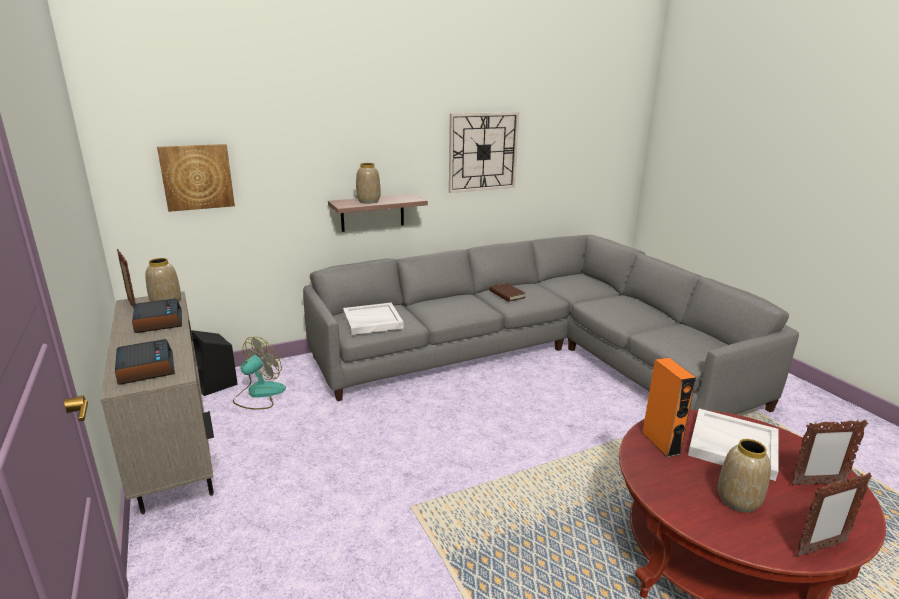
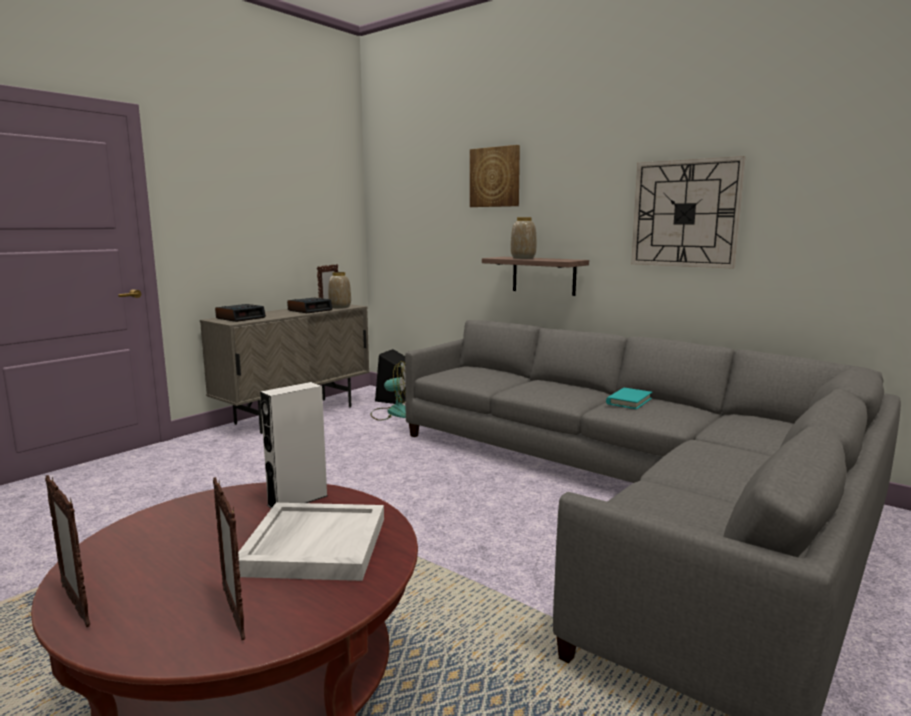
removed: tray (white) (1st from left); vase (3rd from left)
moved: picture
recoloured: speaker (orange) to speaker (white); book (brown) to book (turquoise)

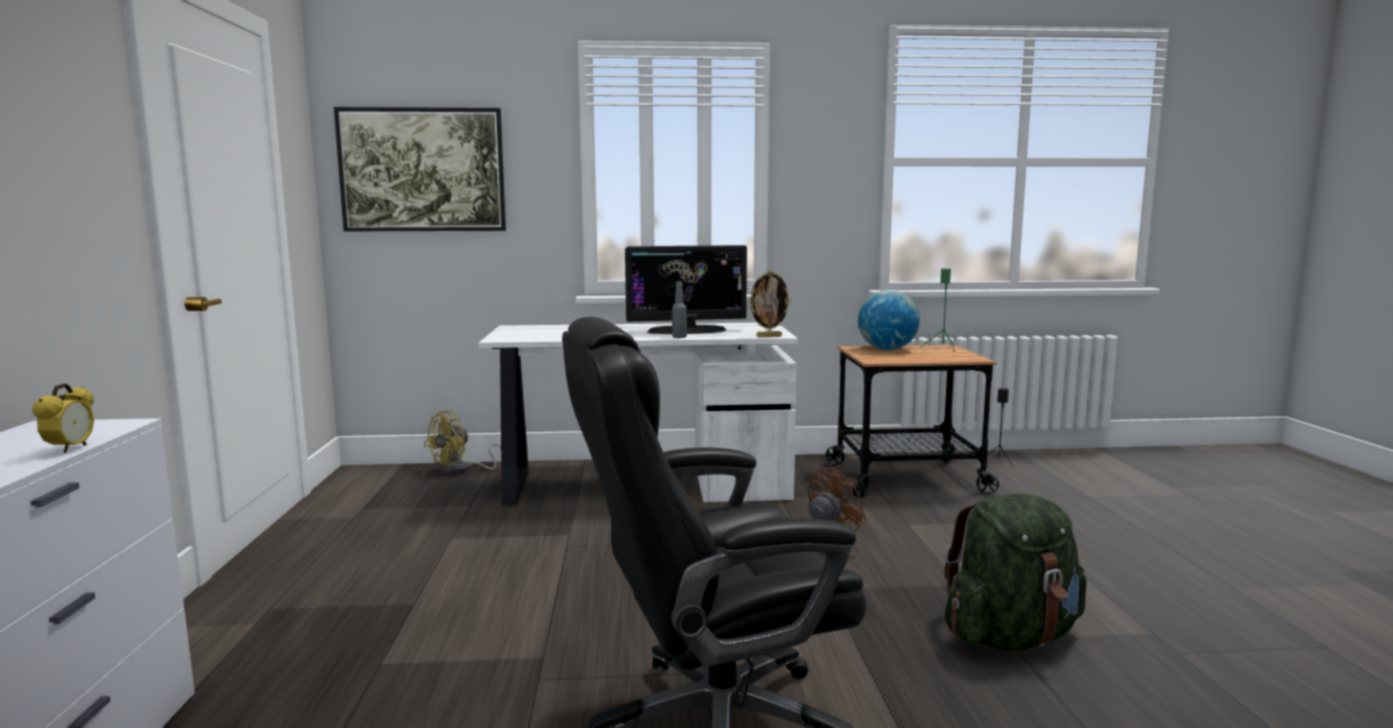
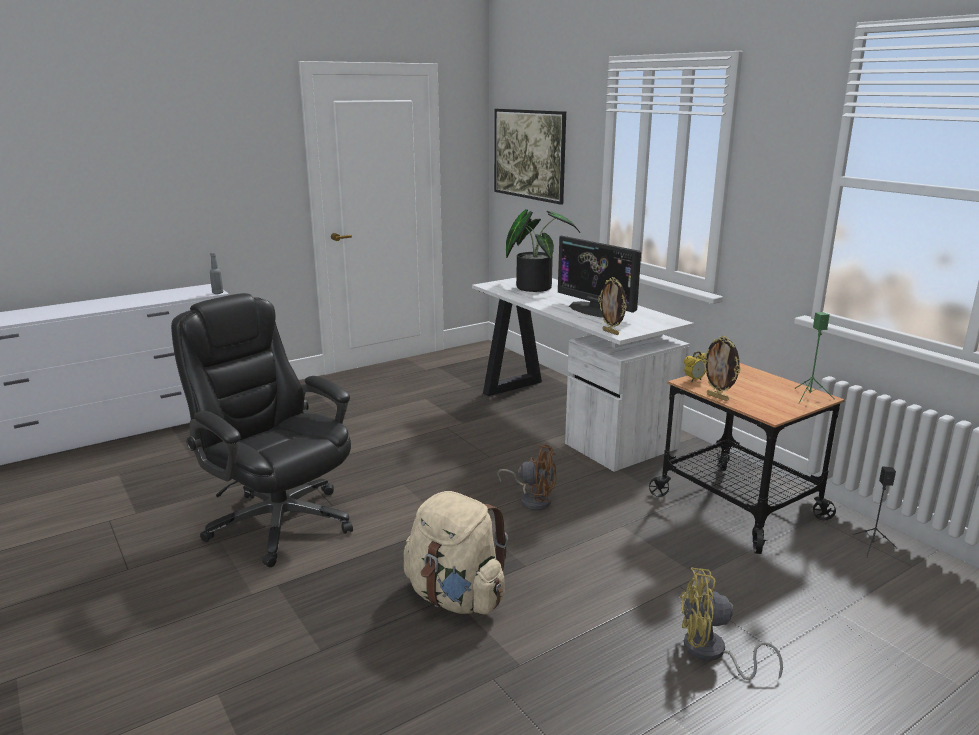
removed: globe
added: potted plant; picture frame (2nd from left)
moved: bottle (grey); fan (yellow); alarm clock
recoloured: backpack (green) to backpack (beige)

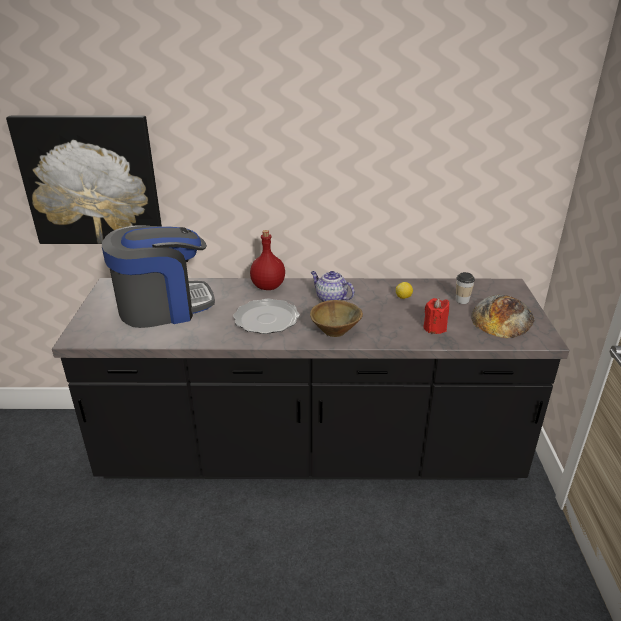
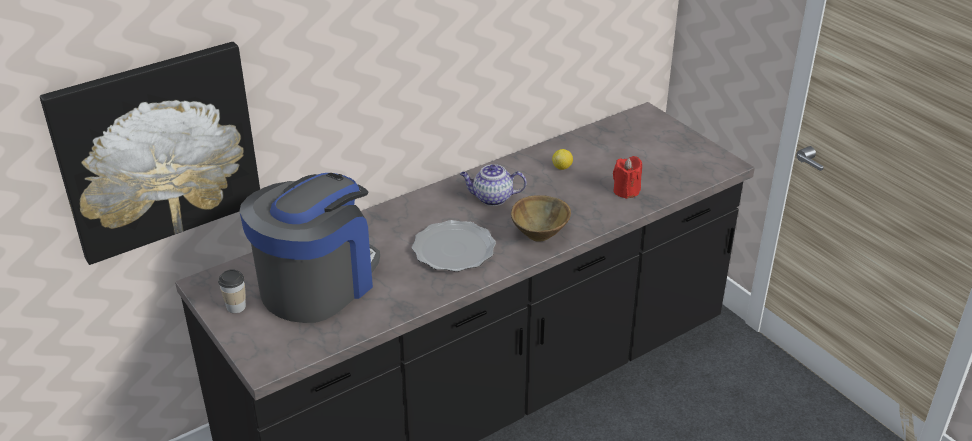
removed: bottle (red); bread
moved: cup

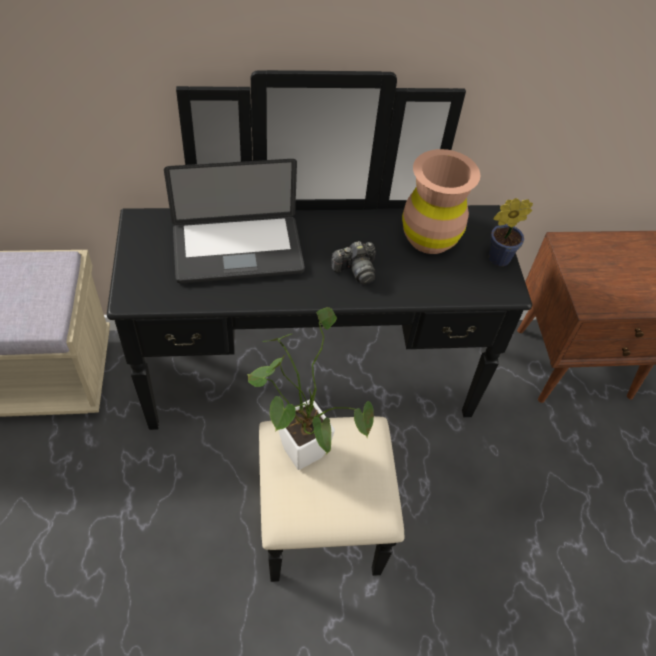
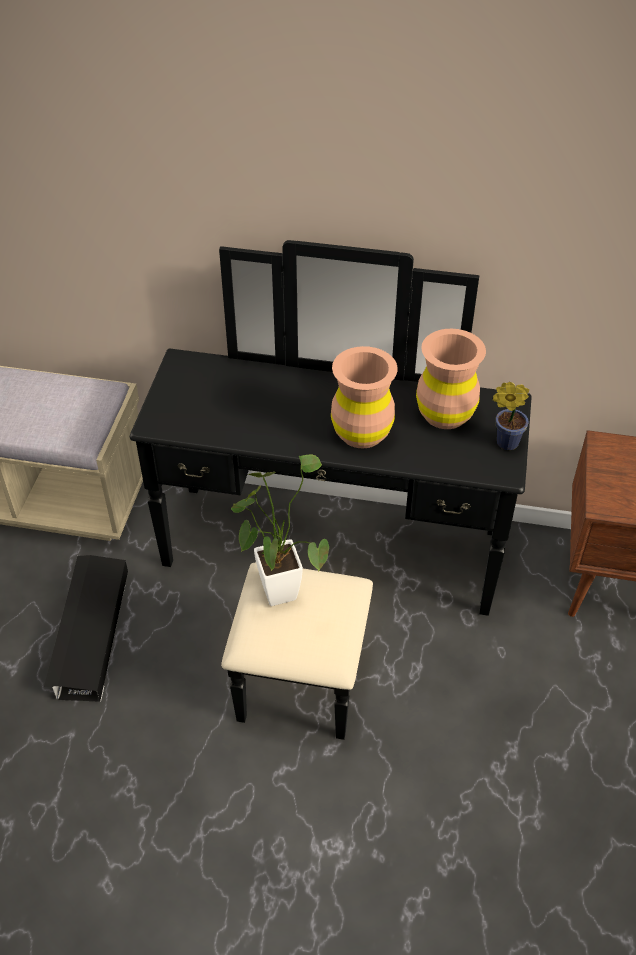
removed: laptop
added: storage box (black)
replaced: photo camera to vase (brown) (1st from left)

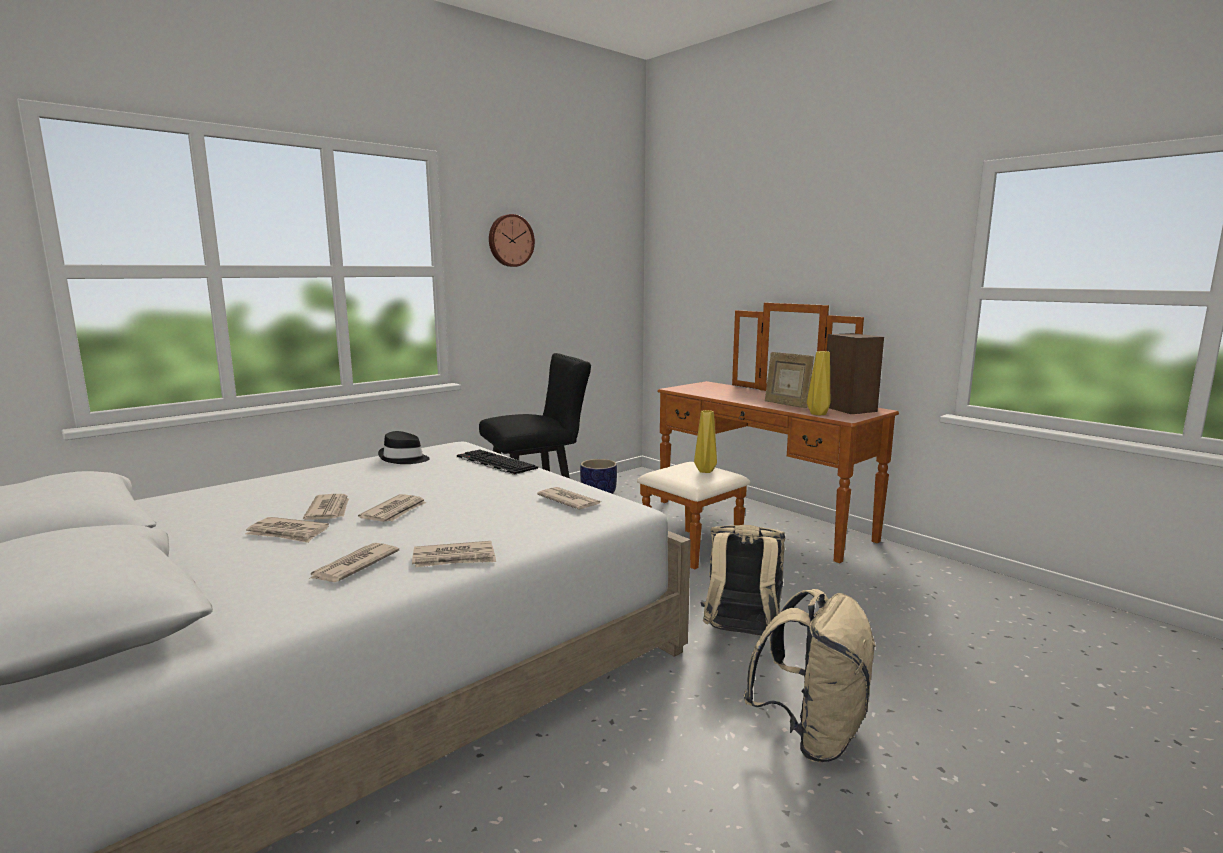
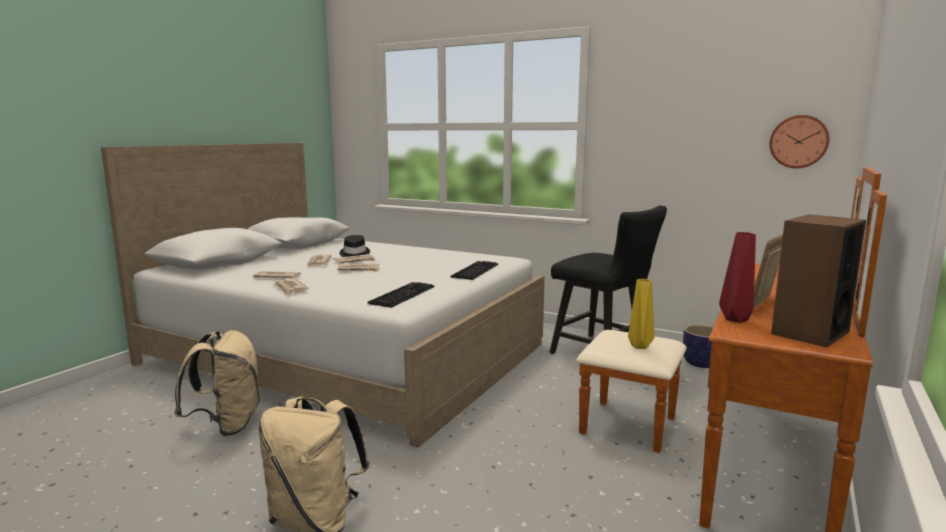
moved: backpack (beige) (1st from left); hat (black); wall clock
replaced: newspaper (6th from left) to keyboard (1st from left)
recoloured: vase (yellow) (2nd from left) to vase (red)

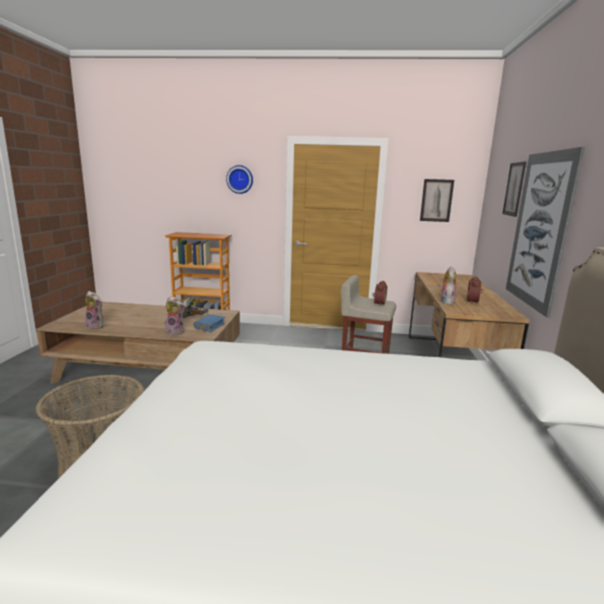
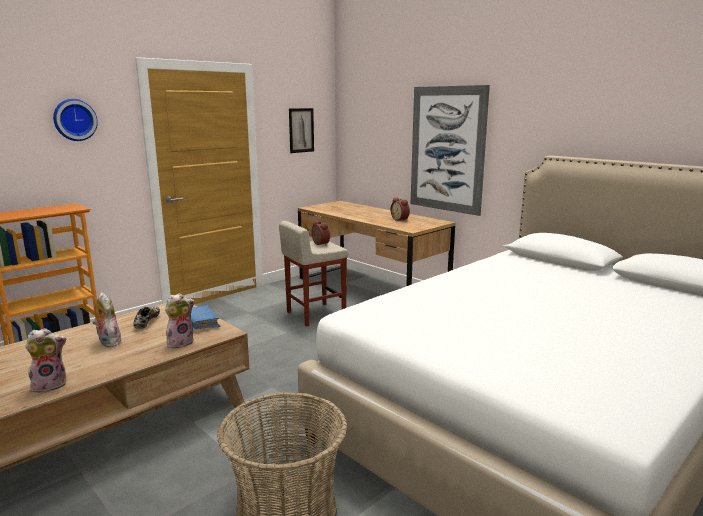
removed: picture (2nd from left)
moved: plush toy (3rd from left in the first image) to plush toy (2nd from left)

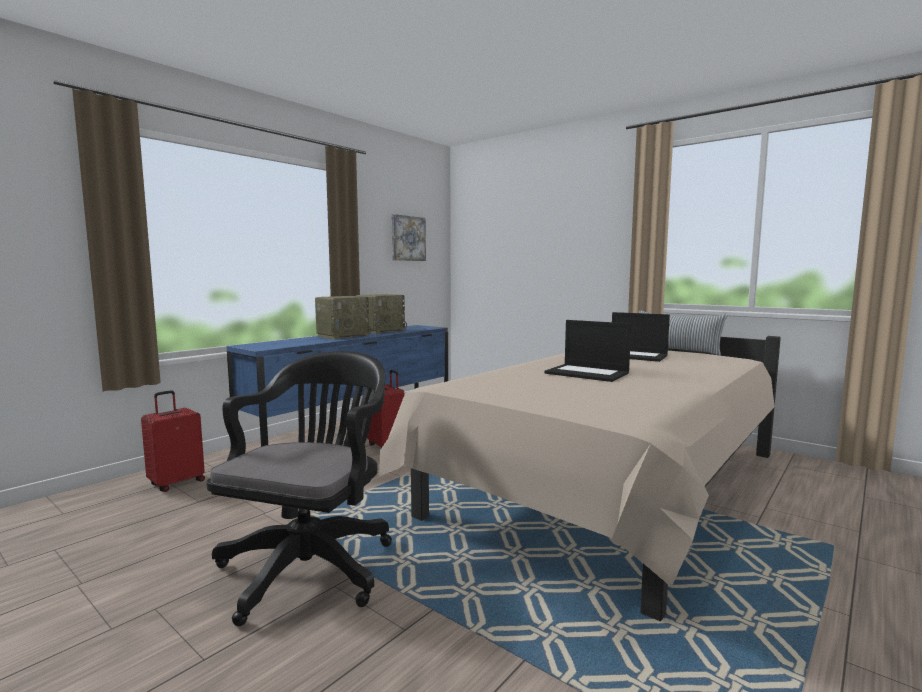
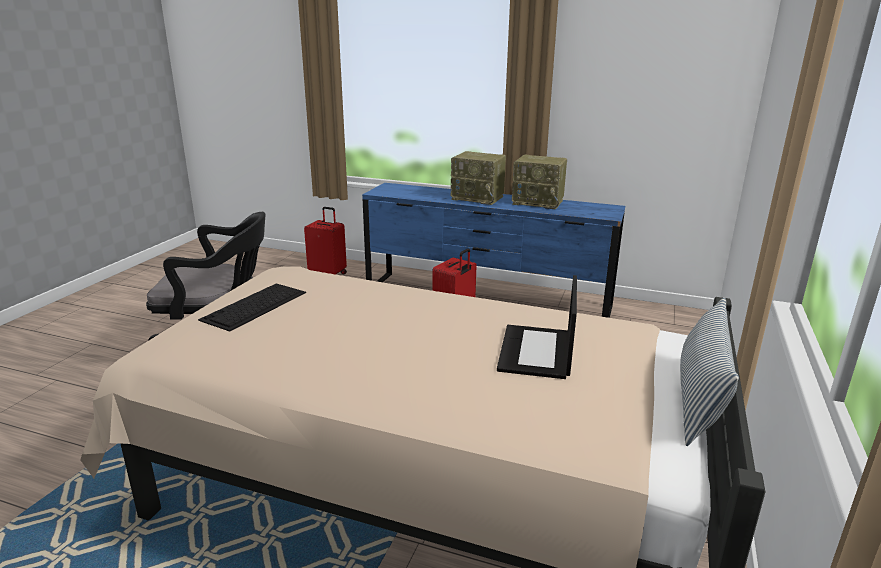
removed: picture; laptop (1st from left)
added: keyboard

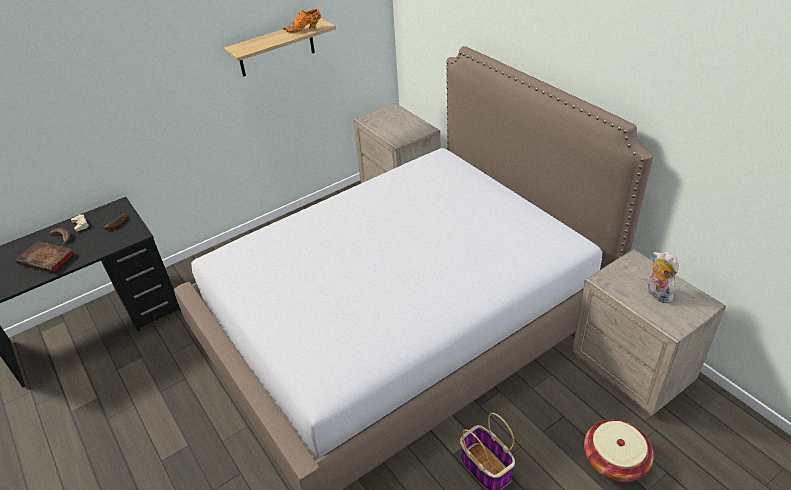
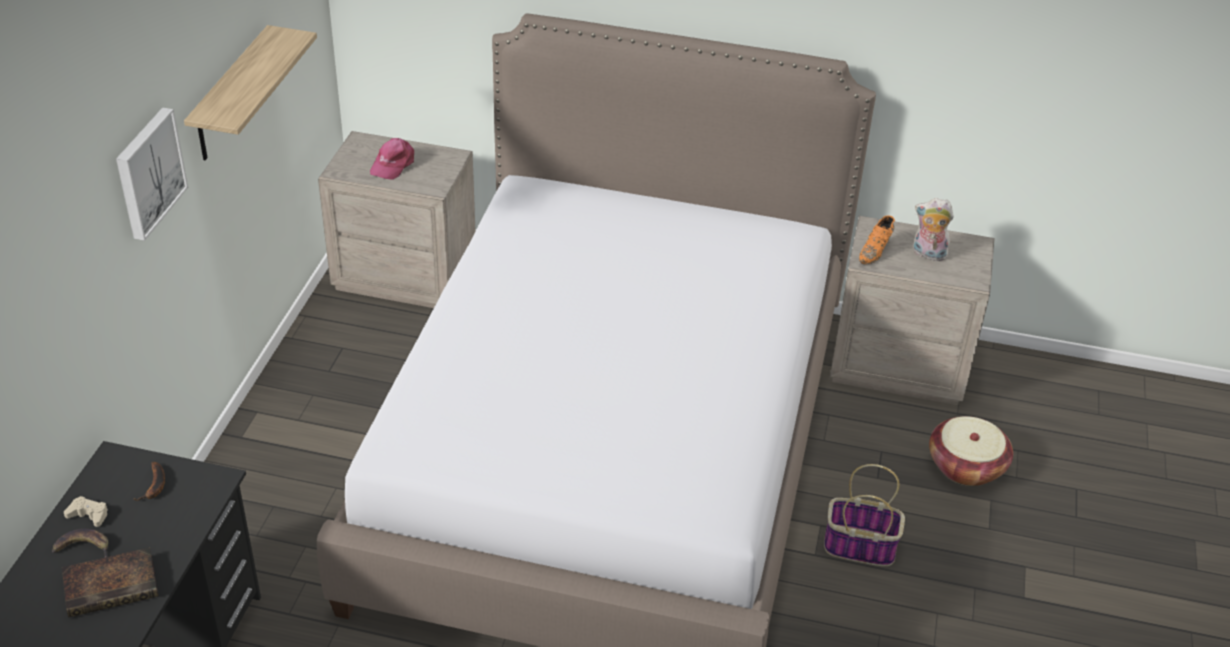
added: picture; cap (pink)
moved: shoe (orange)

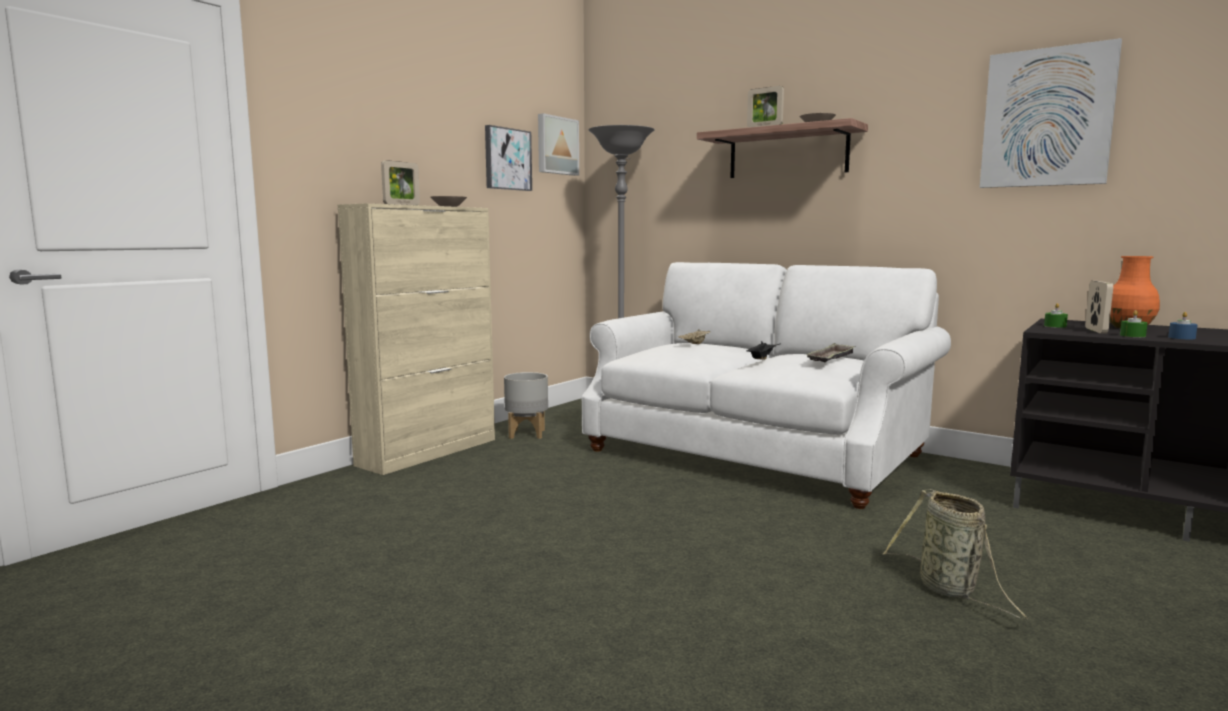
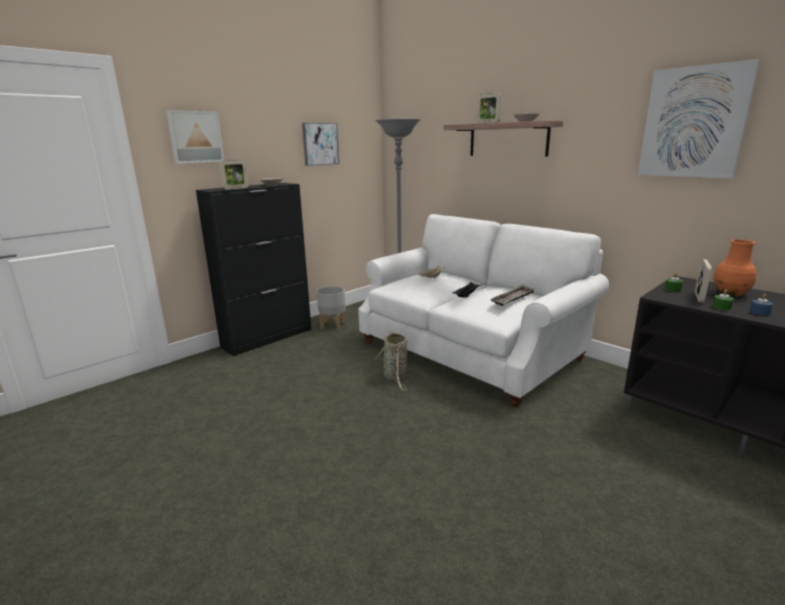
moved: picture (2nd from left in the first image) to picture (1st from left); basket
recoloured: cabinet (beige) to cabinet (black)

